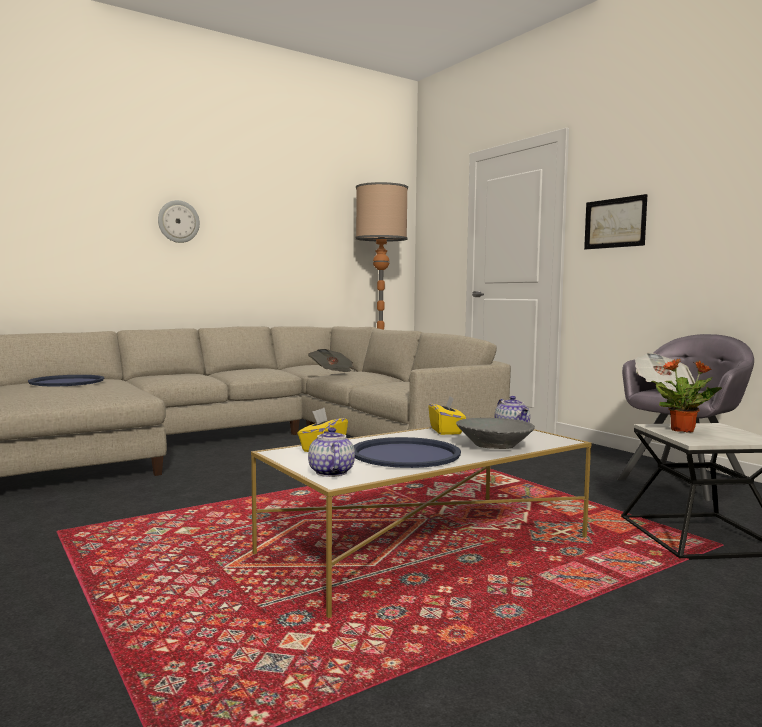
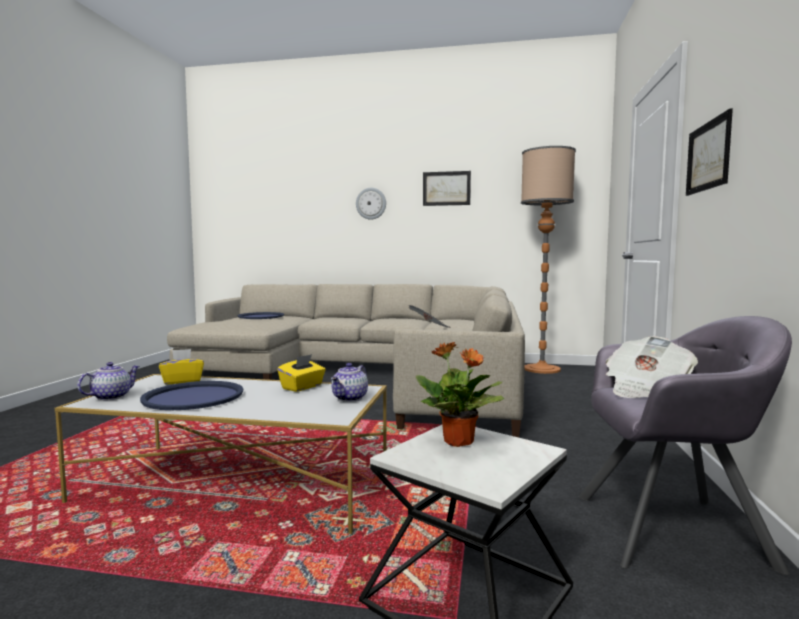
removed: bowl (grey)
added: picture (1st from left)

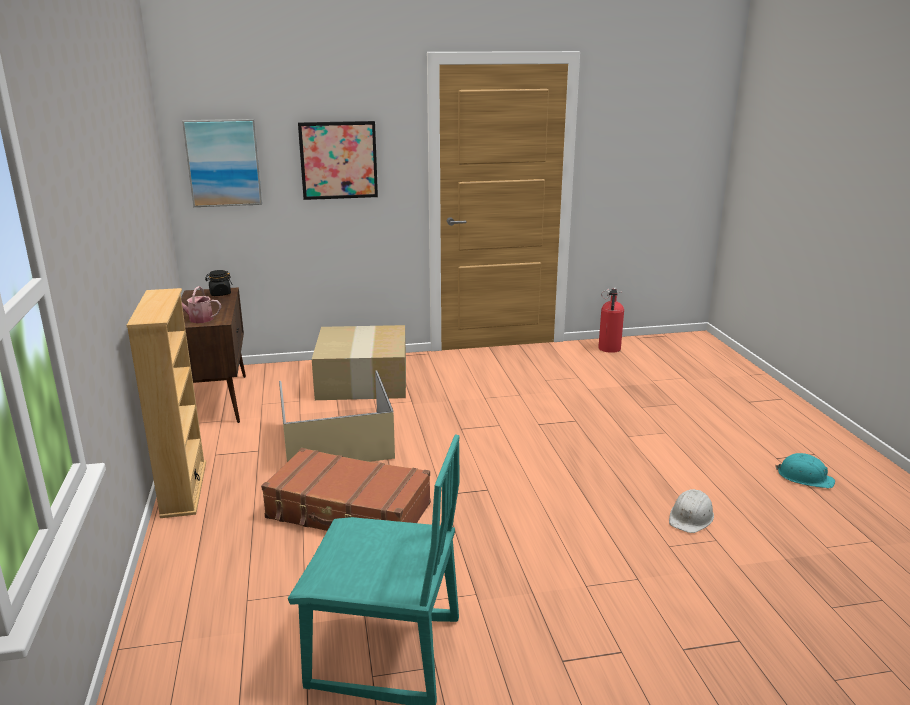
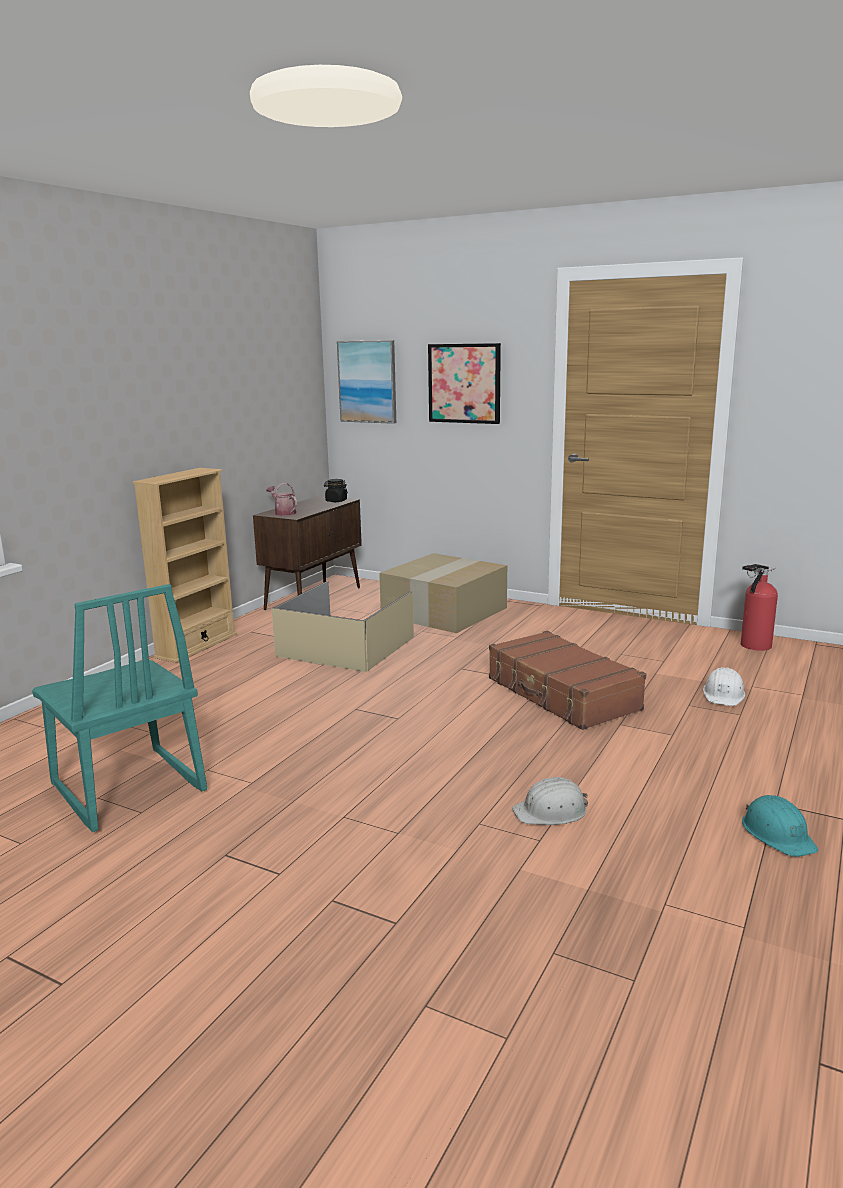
added: hard hat (white) (2nd from left)
moved: suitcase (brown)

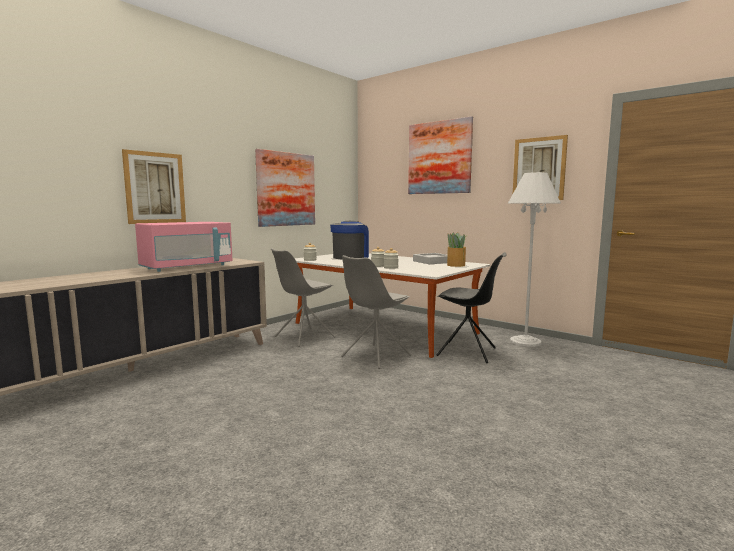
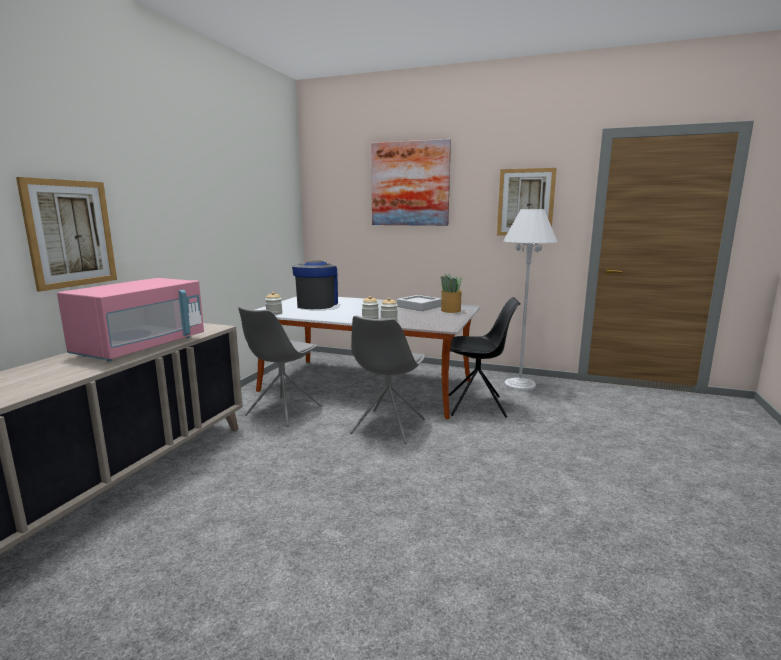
removed: picture (2nd from left)

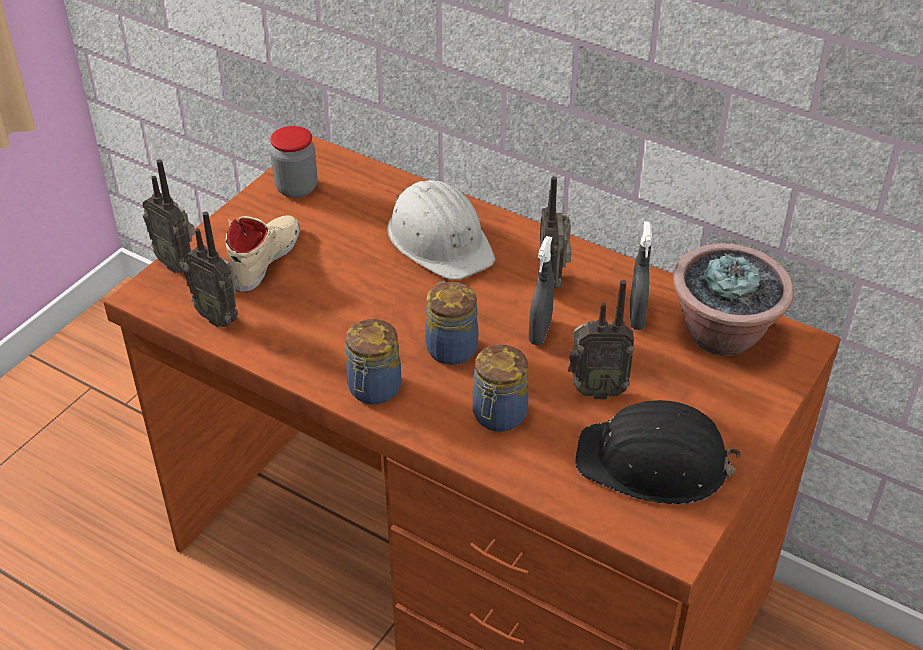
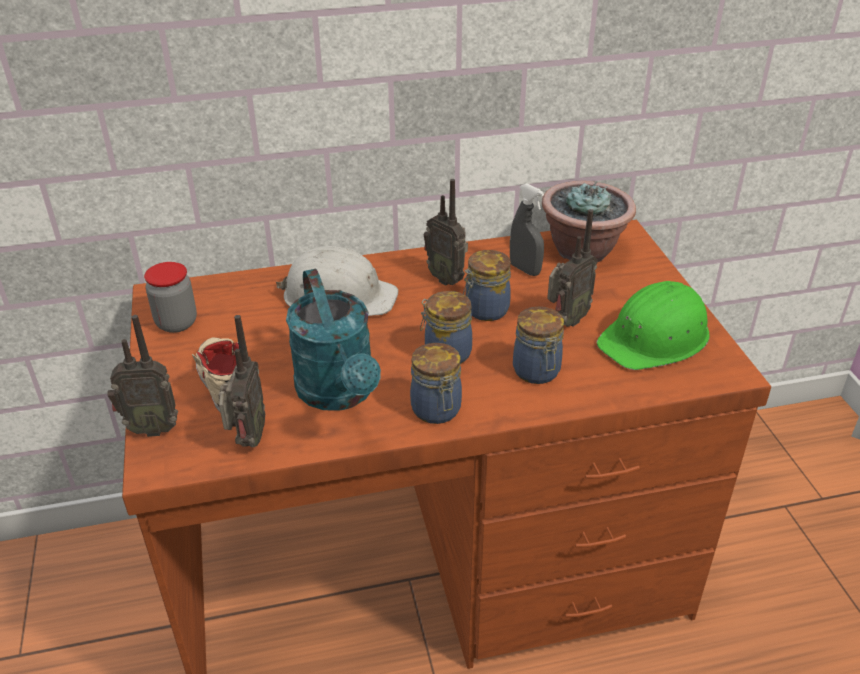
added: watering can (turquoise)
replaced: spray bottle (grey) (1st from left) to jar (4th from left)
recoloured: hard hat (black) to hard hat (green)
turned: radio (2nd from left) 75 degrees counterclockwise

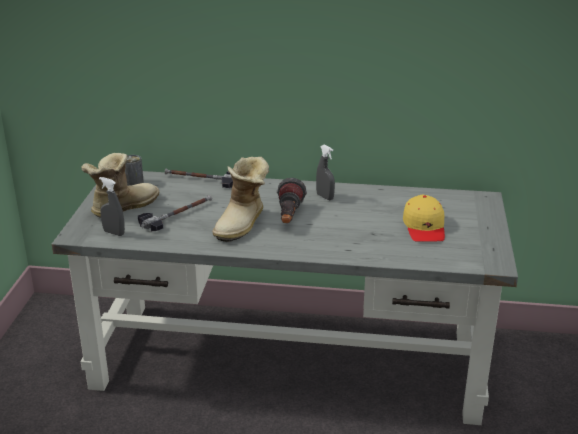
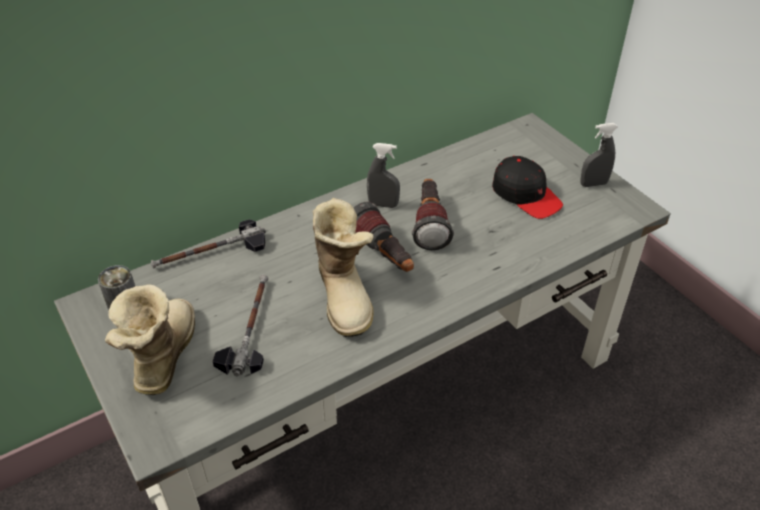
added: flashlight (2nd from left)
moved: spray bottle (grey) (1st from left in the first image) to spray bottle (grey) (2nd from left)
recoloured: cap (yellow) to cap (black)

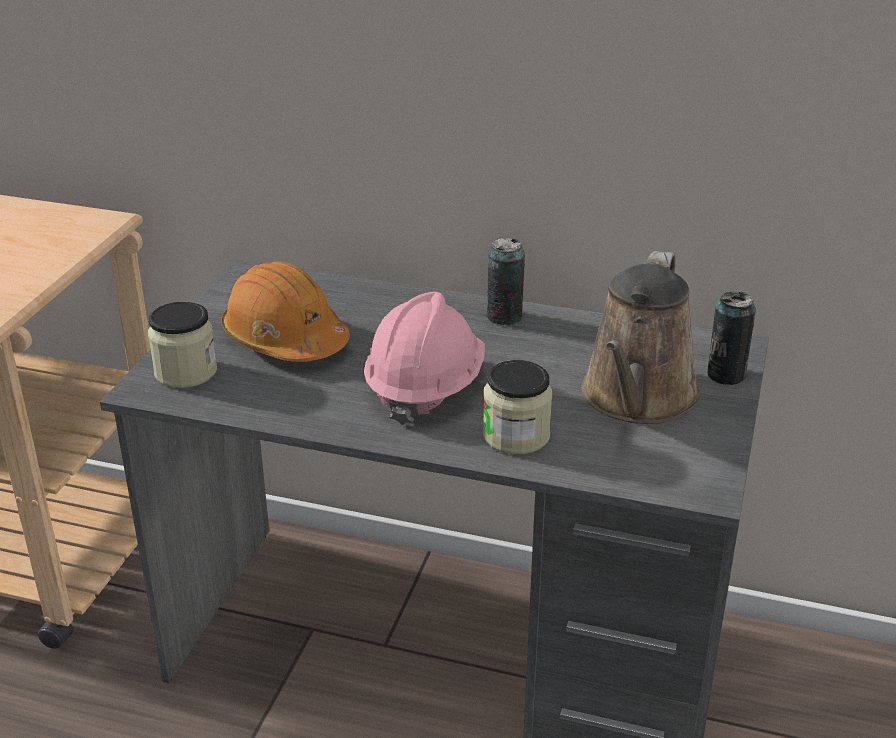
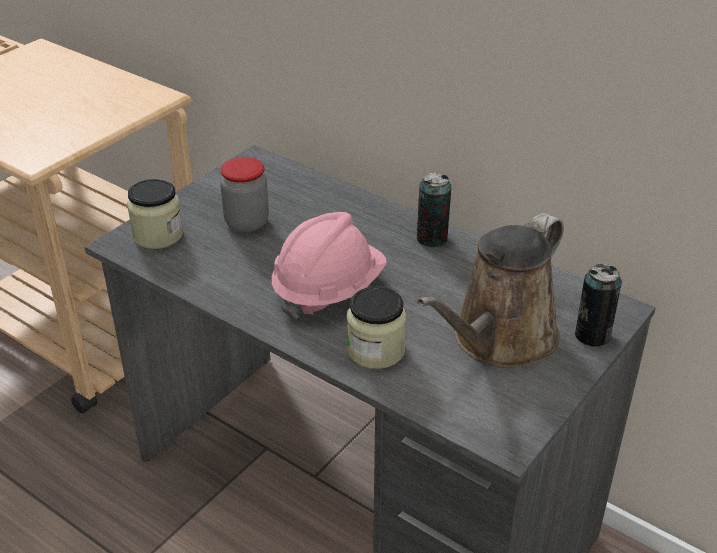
replaced: hard hat (orange) to jar (2nd from left)

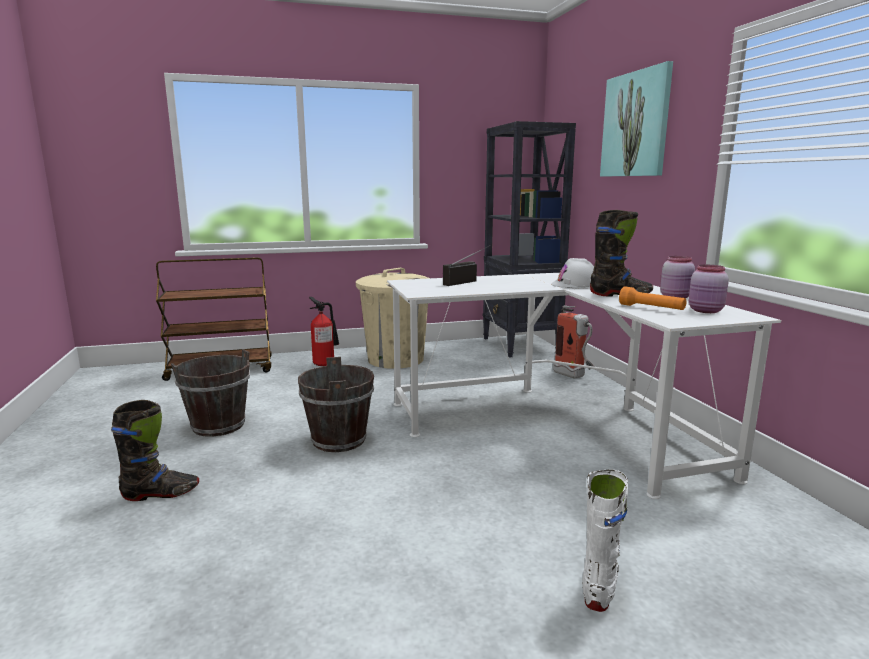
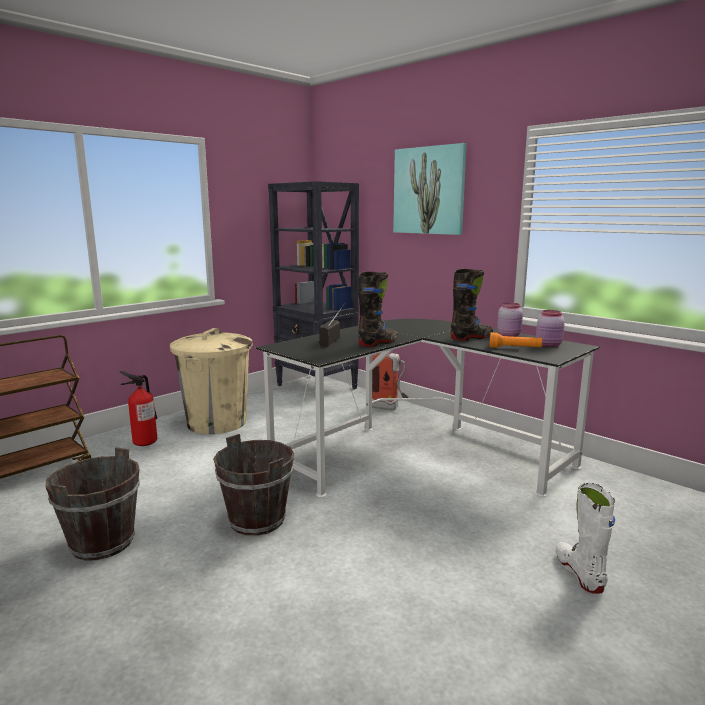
removed: hard hat (white)
moved: boot (black) (1st from left)
recoloured: desk (white) to desk (black)

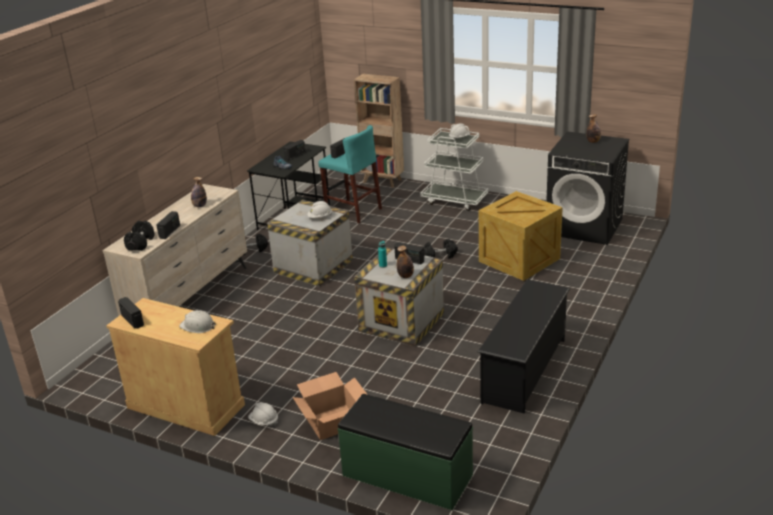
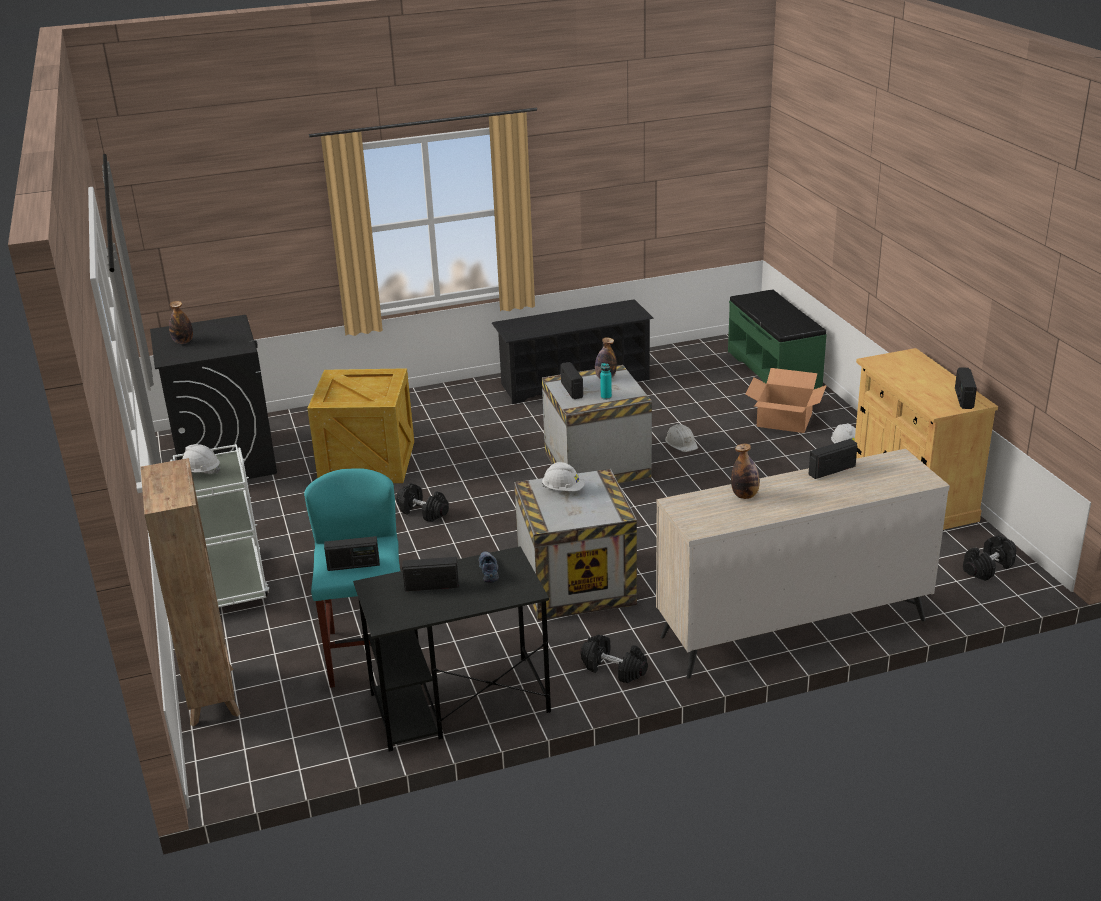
moved: hard hat (white) (1st from left in the first image) to hard hat (white) (3rd from left); dumbbell (black) (1st from left in the first image) to dumbbell (black) (3rd from left)

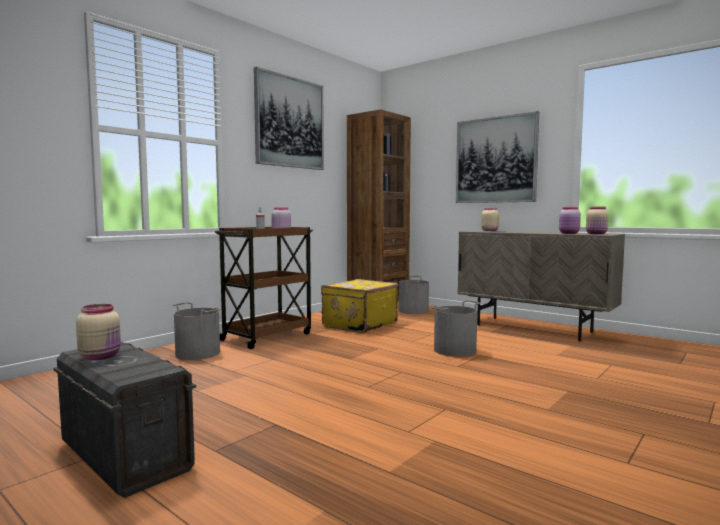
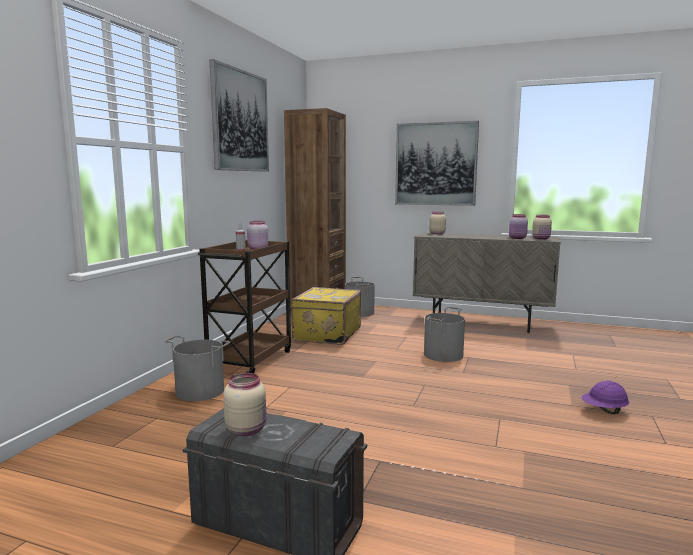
added: hard hat (purple)

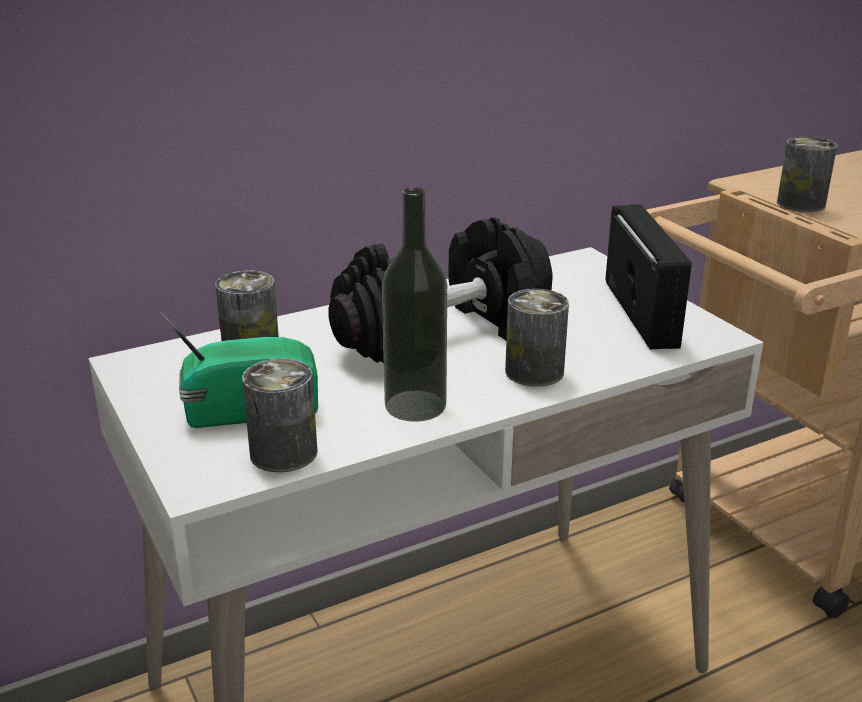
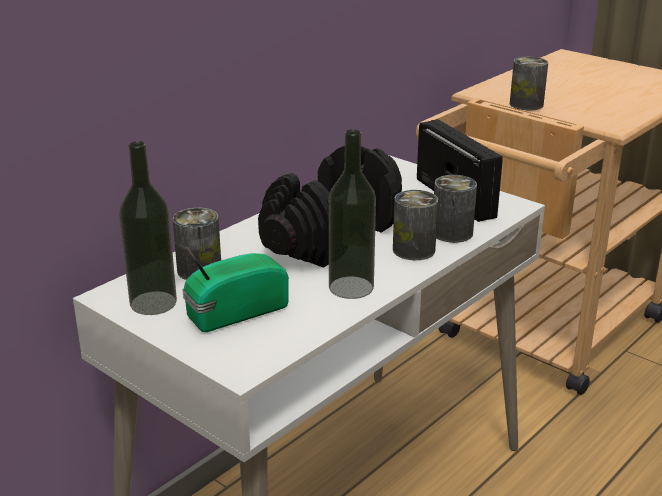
added: bottle (1st from left)
moved: can (2nd from left in the first image) to can (3rd from left)

